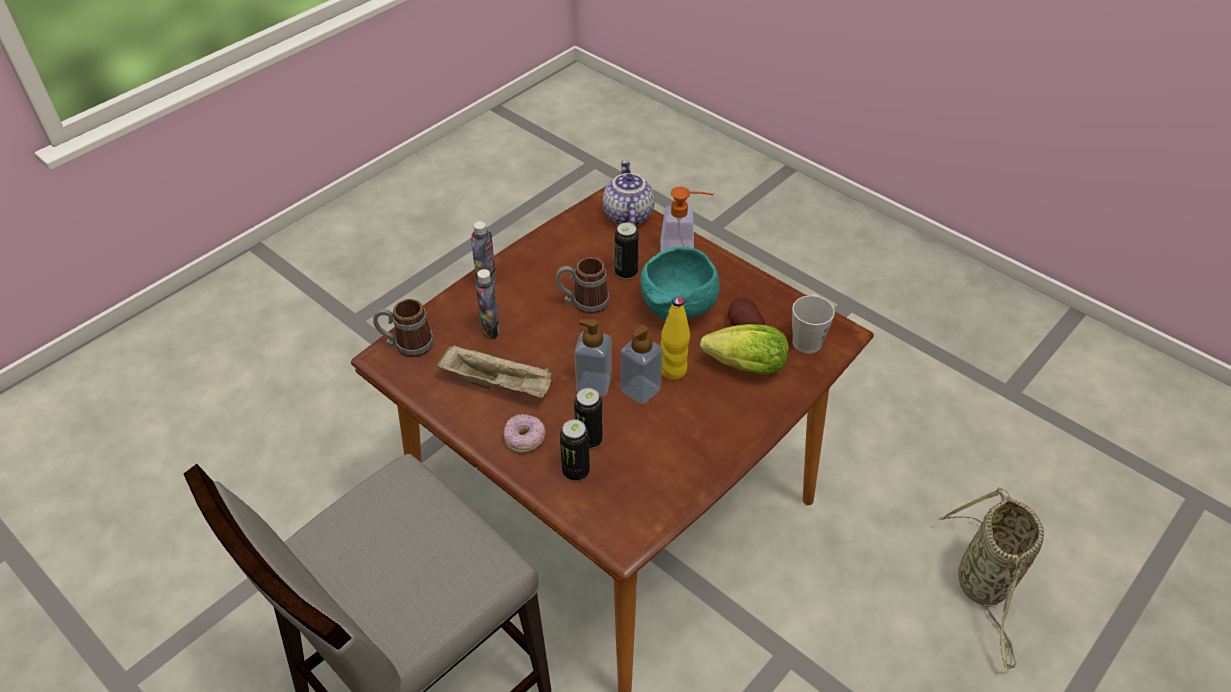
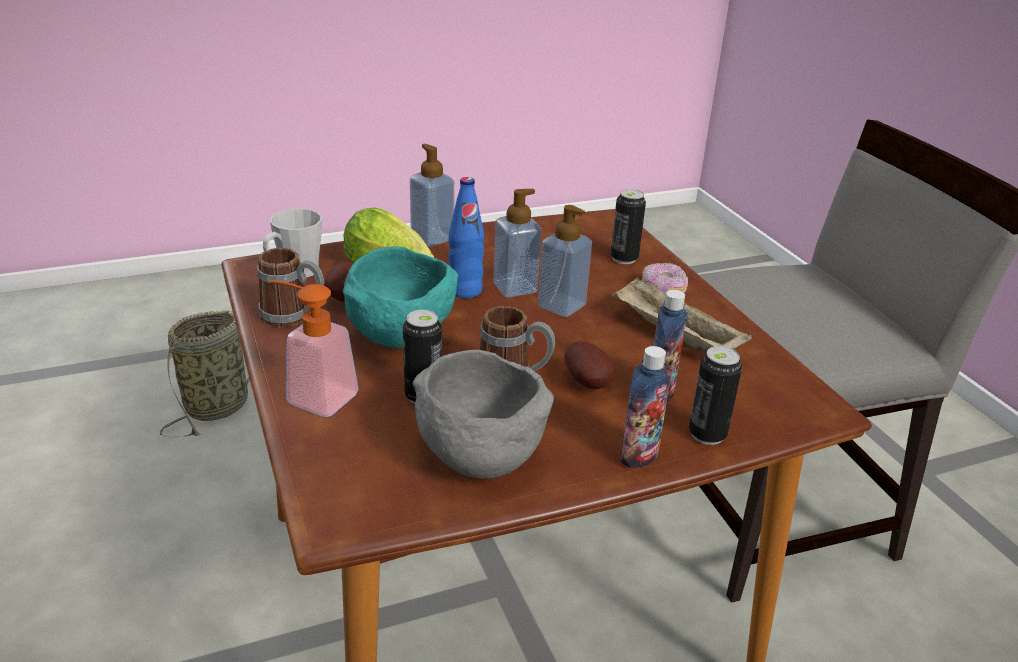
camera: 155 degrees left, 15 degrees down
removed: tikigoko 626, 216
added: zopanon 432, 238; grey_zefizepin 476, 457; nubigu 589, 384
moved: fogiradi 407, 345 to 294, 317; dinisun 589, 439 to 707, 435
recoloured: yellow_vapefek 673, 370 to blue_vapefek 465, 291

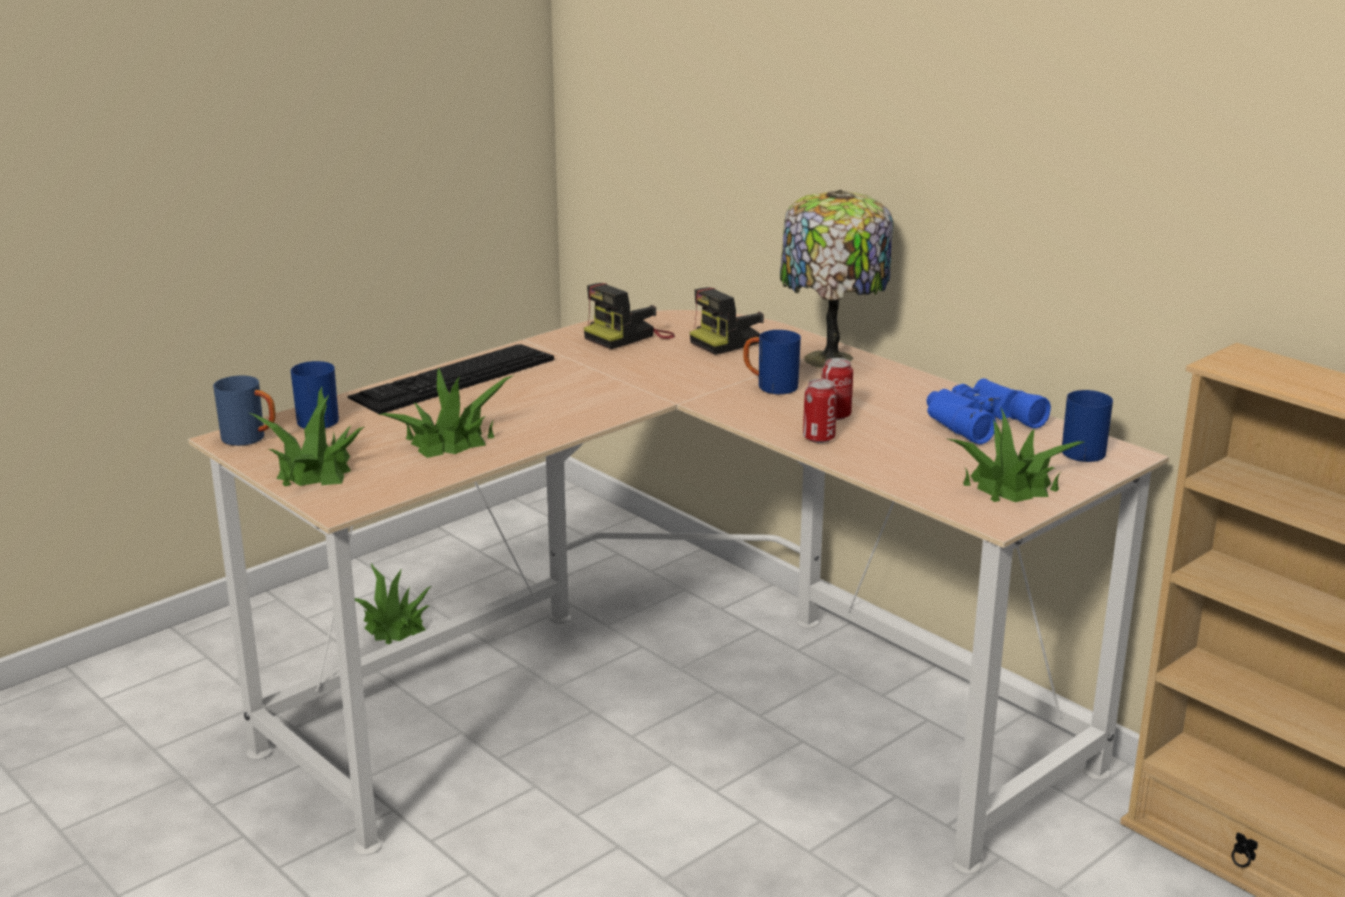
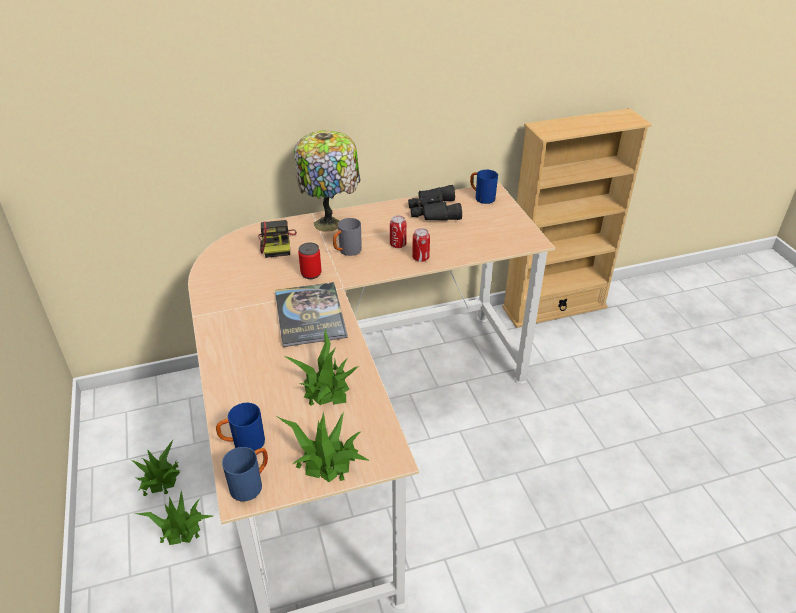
camera: 65 degrees left, 15 degrees up
removed: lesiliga 453, 378; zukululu 628, 336
added: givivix 310, 315; dinisun 311, 273
moved: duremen 1010, 484 to 159, 479
recoloured: blue_fogiradi 770, 386 to grey_fogiradi 347, 252; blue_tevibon 976, 420 to black_tevibon 433, 211

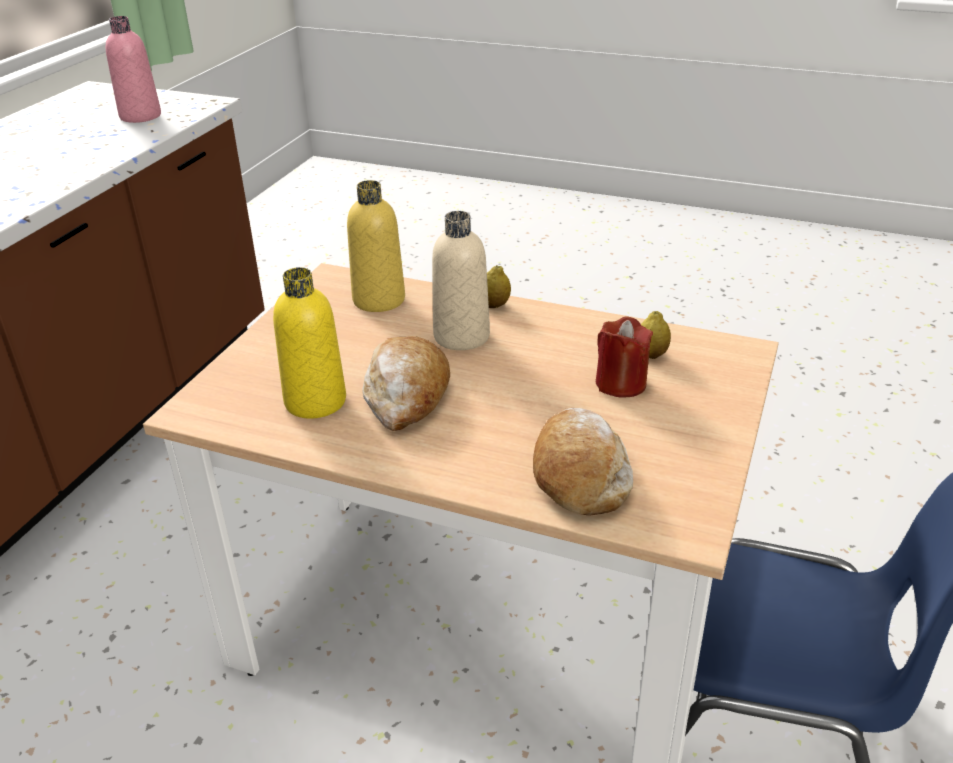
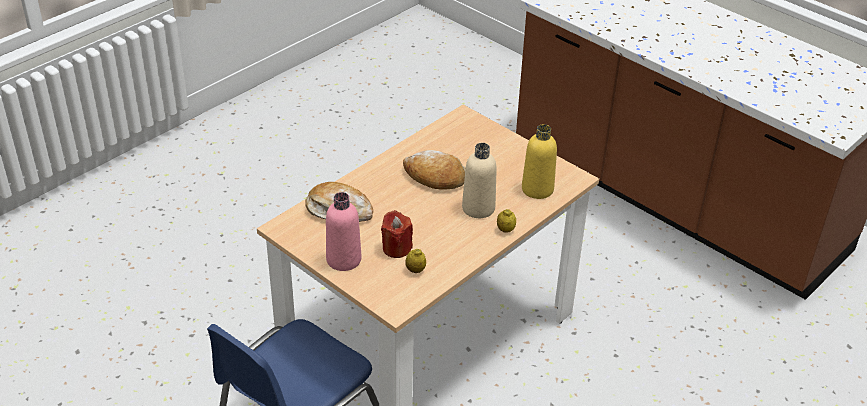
camera: 110 degrees right, 5 degrees up
removed: yellow_vapefek 315, 401
moved: pink_vapefek 140, 116 to 343, 259

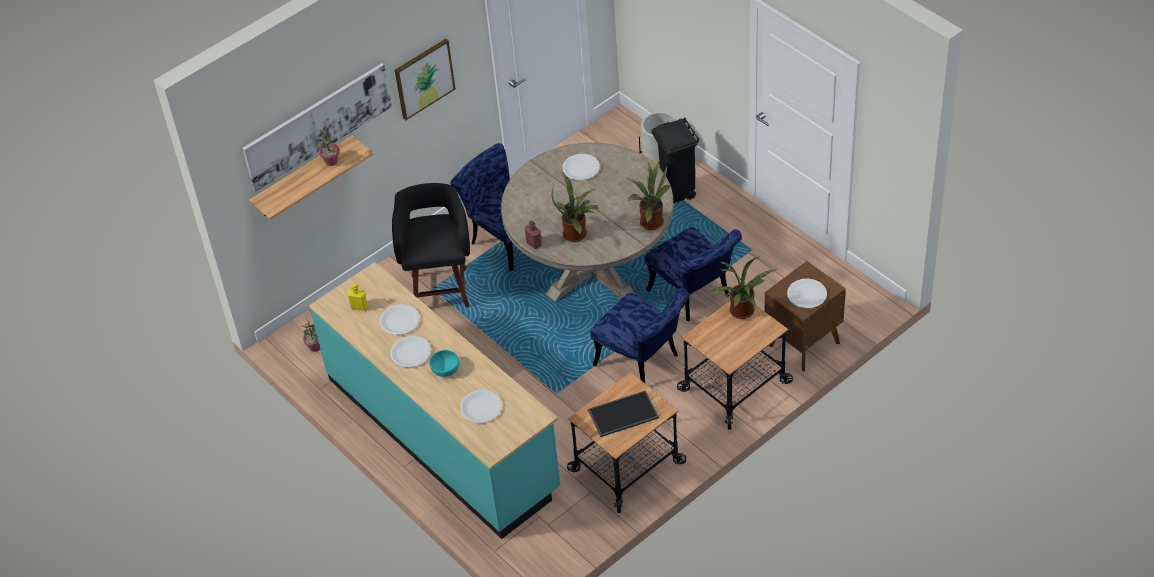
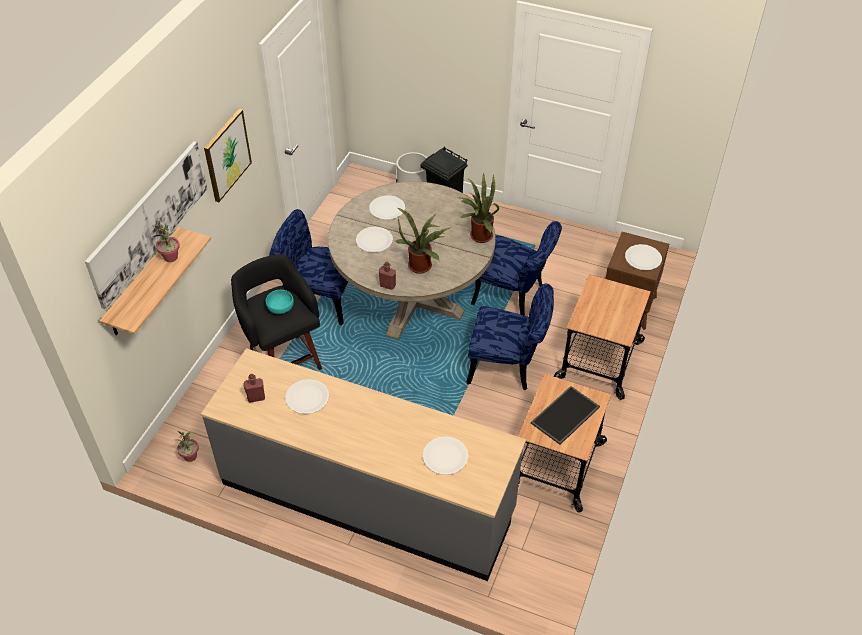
camera: 30 degrees left, 0 degrees up
removed: duremen 742, 313
moved: turquoise_zefizepin 445, 369 to 280, 308; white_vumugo 410, 353 to 374, 240
recoloured: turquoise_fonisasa 443, 433 to grey_fonisasa 367, 497; yellow_vapefek 359, 307 to red_vapefek 256, 397

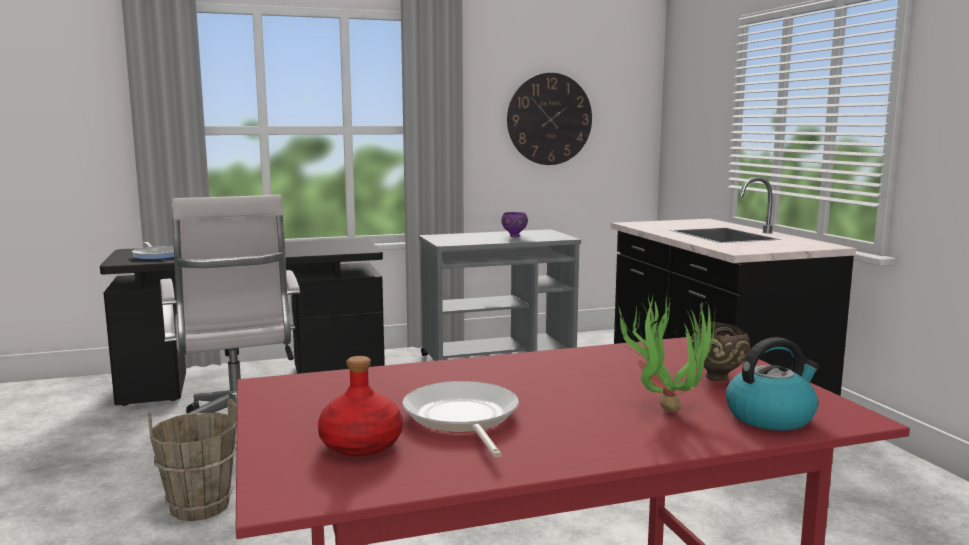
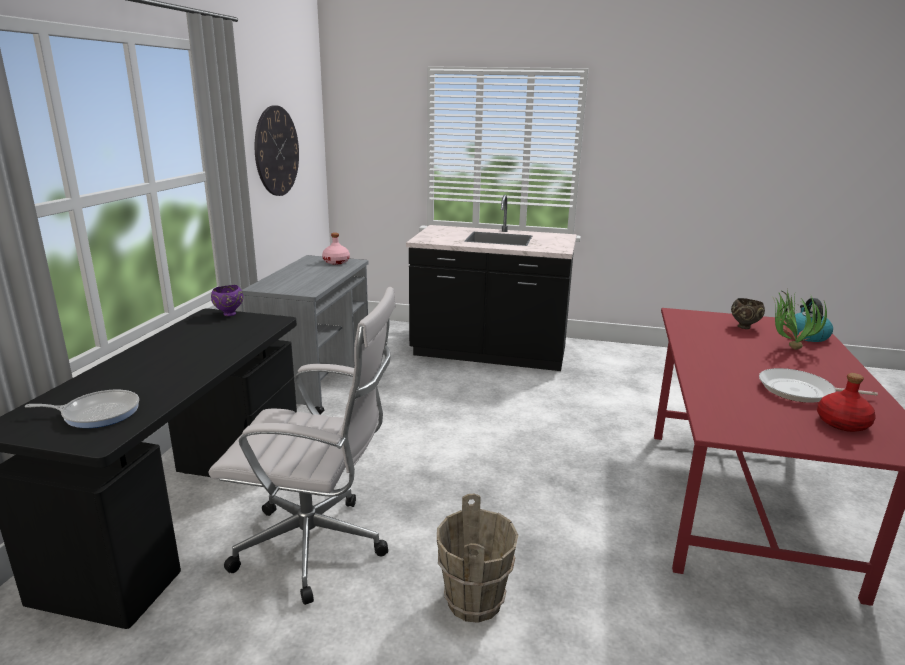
camera: 60 degrees left, 10 degrees up
added: pink_vapefek 336, 262
moved: purple_zefizepin 513, 236 to 229, 314

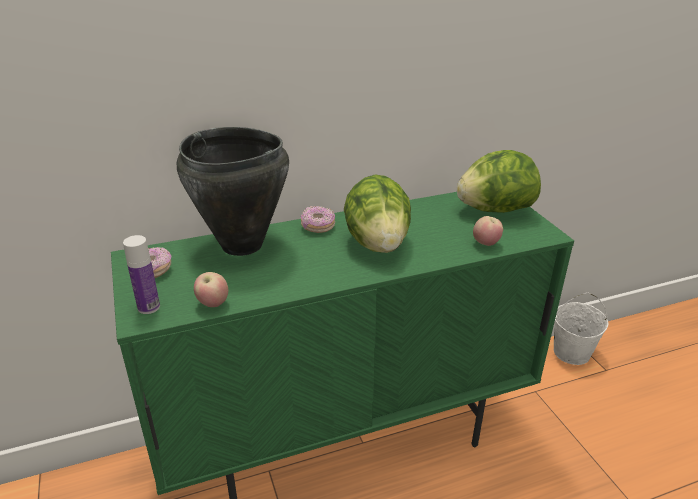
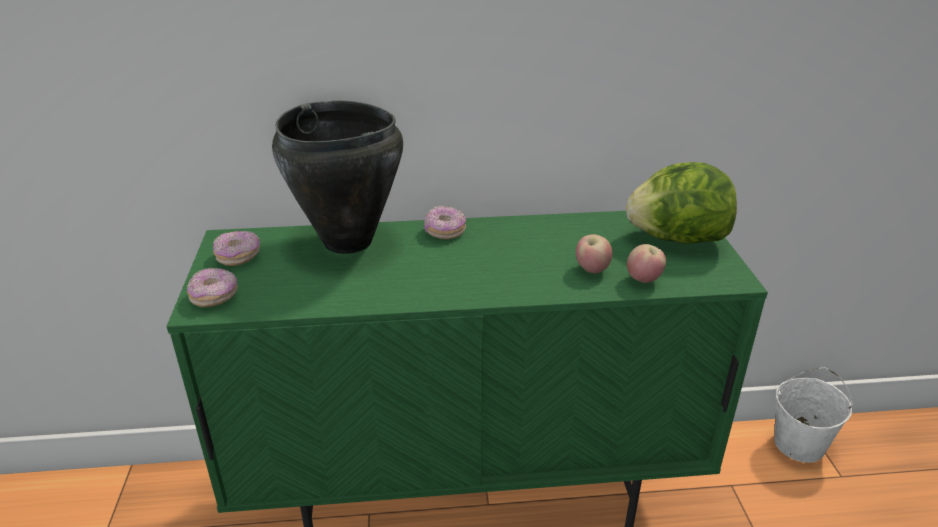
camera: 15 degrees right, 0 degrees up
removed: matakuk 377, 243
moved: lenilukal 213, 304 to 592, 270
replaced: vapefek 149, 307 to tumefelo 214, 297

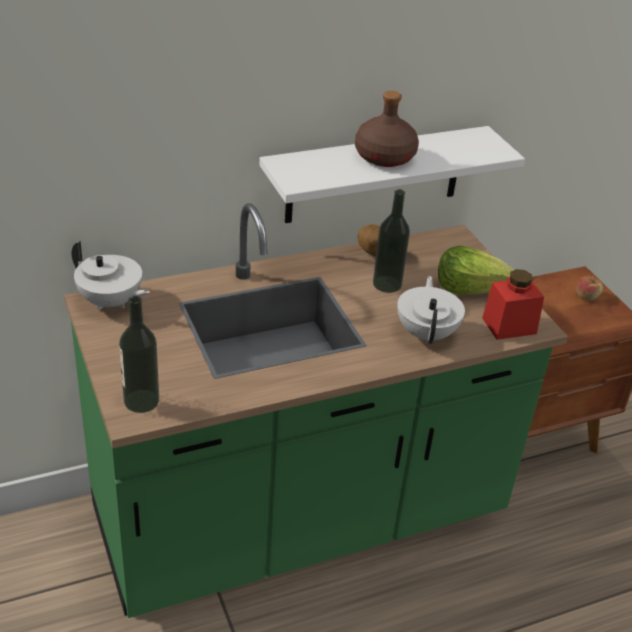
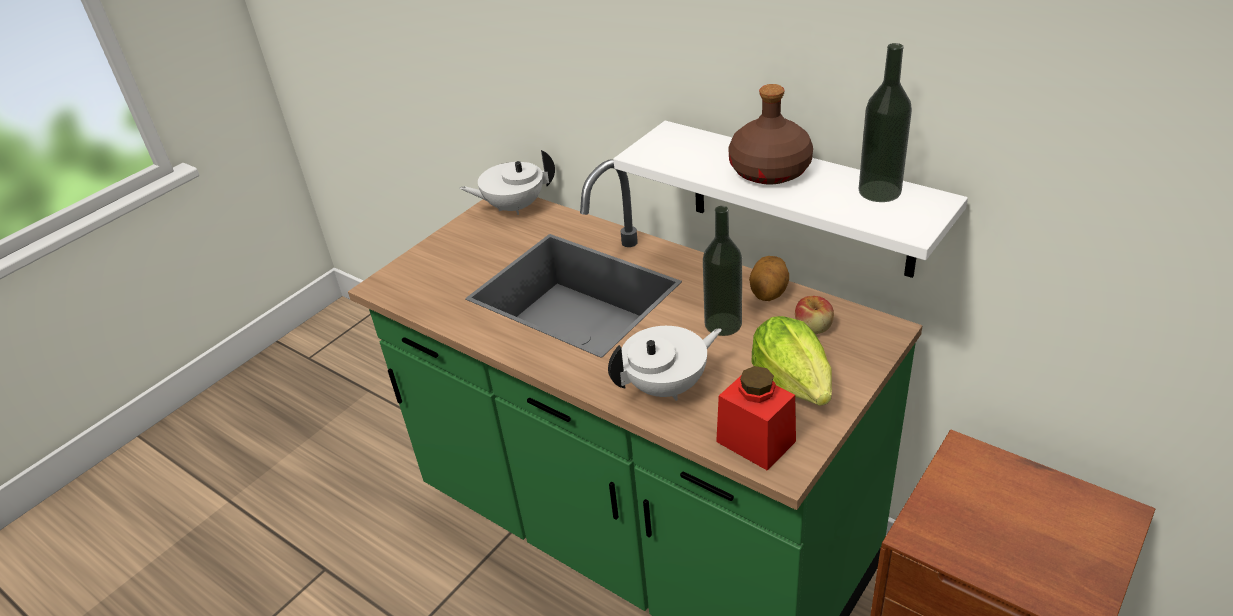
camera: 65 degrees right, 0 degrees up
moved: lenilukal 587, 296 to 813, 328; vapefek 141, 401 to 879, 191
turned: white_tikigoko 111, 302 = 514, 207 75 degrees clockwise

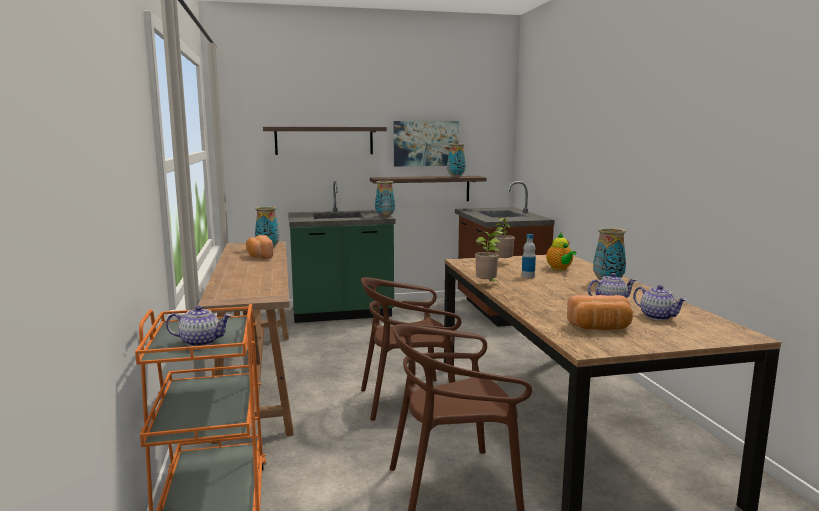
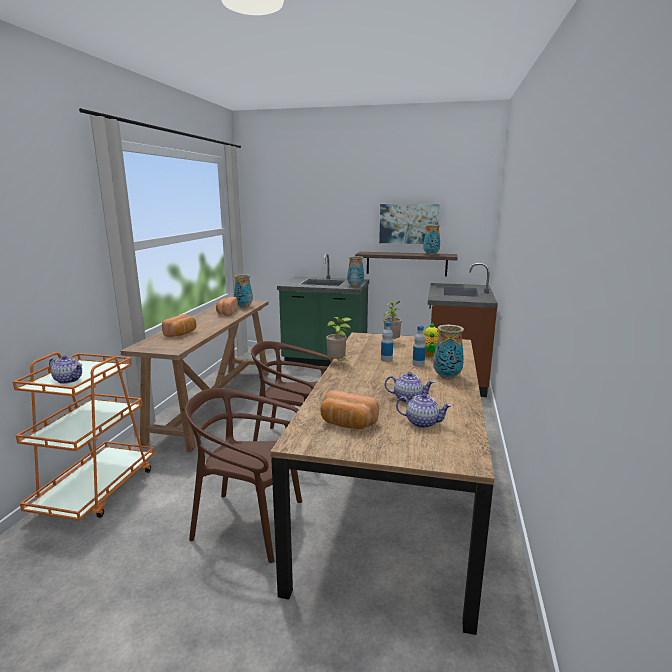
camera: 25 degrees right, 5 degrees up
removed: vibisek 324, 140
added: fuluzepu 182, 334; vapefek 418, 364
turned: tikigoko 658, 316 = 422, 423 60 degrees counterclockwise

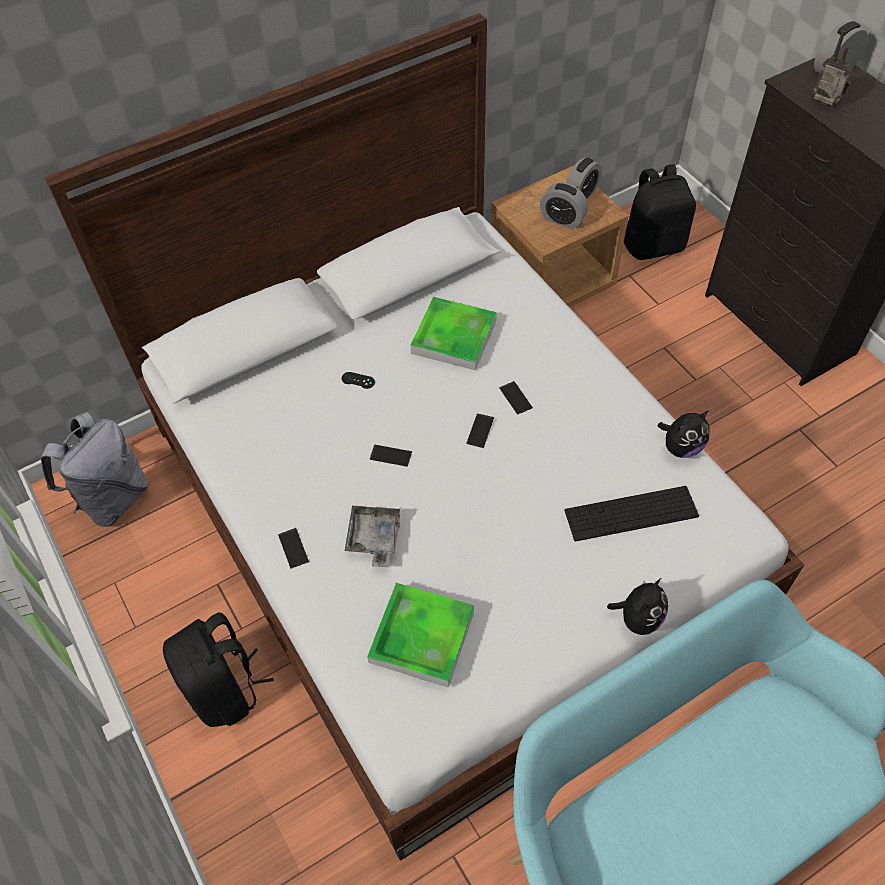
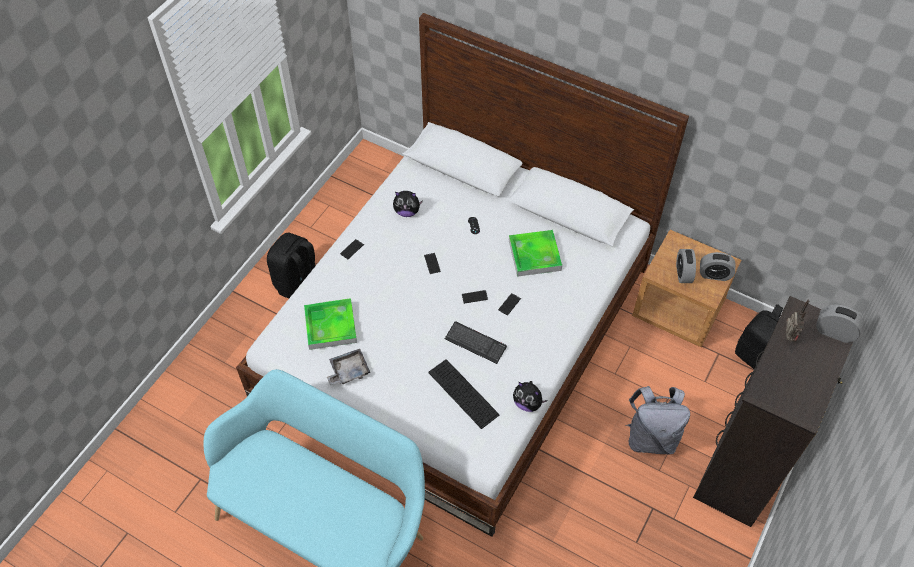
camera: 60 degrees right, 0 degrees up
added: lesiliga 475, 343
moved: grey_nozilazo 374, 539 to 348, 371; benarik 638, 618 to 407, 212; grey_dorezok 112, 498 to 651, 437

